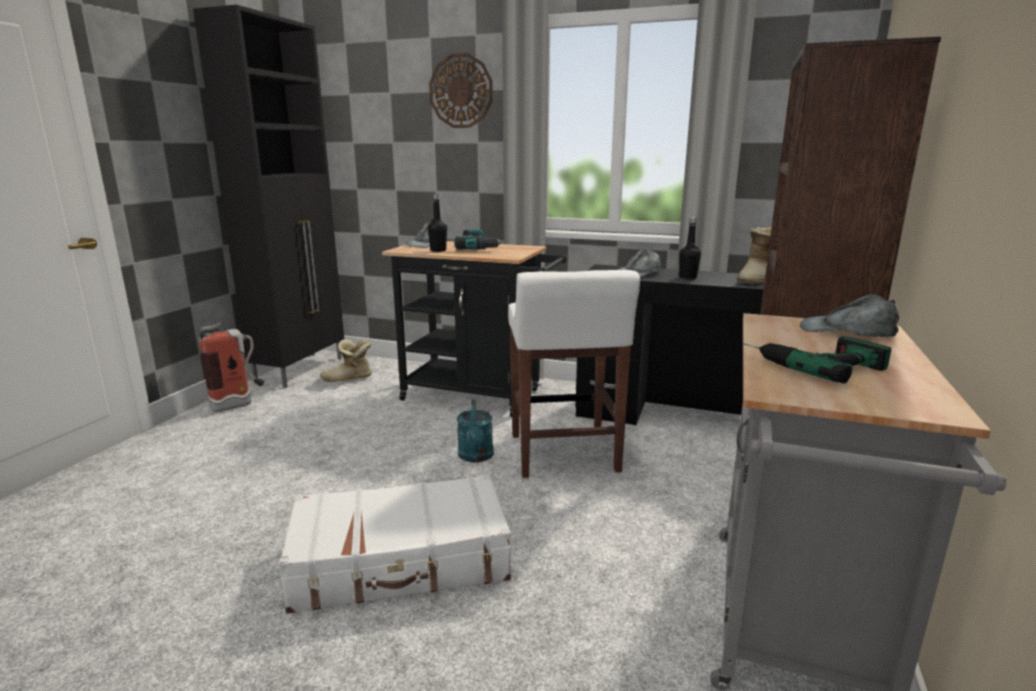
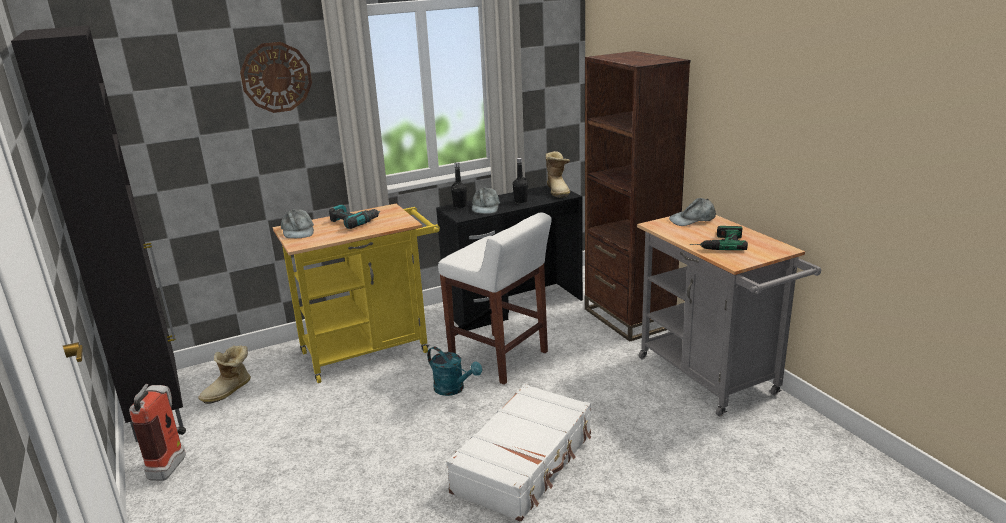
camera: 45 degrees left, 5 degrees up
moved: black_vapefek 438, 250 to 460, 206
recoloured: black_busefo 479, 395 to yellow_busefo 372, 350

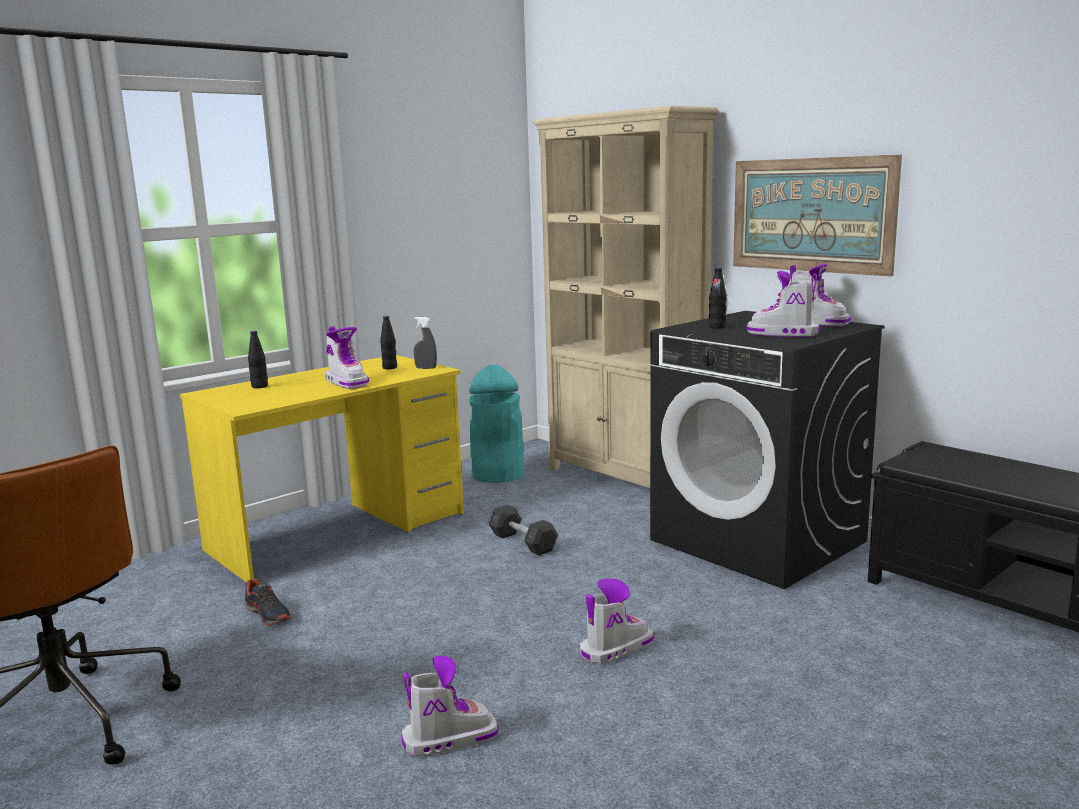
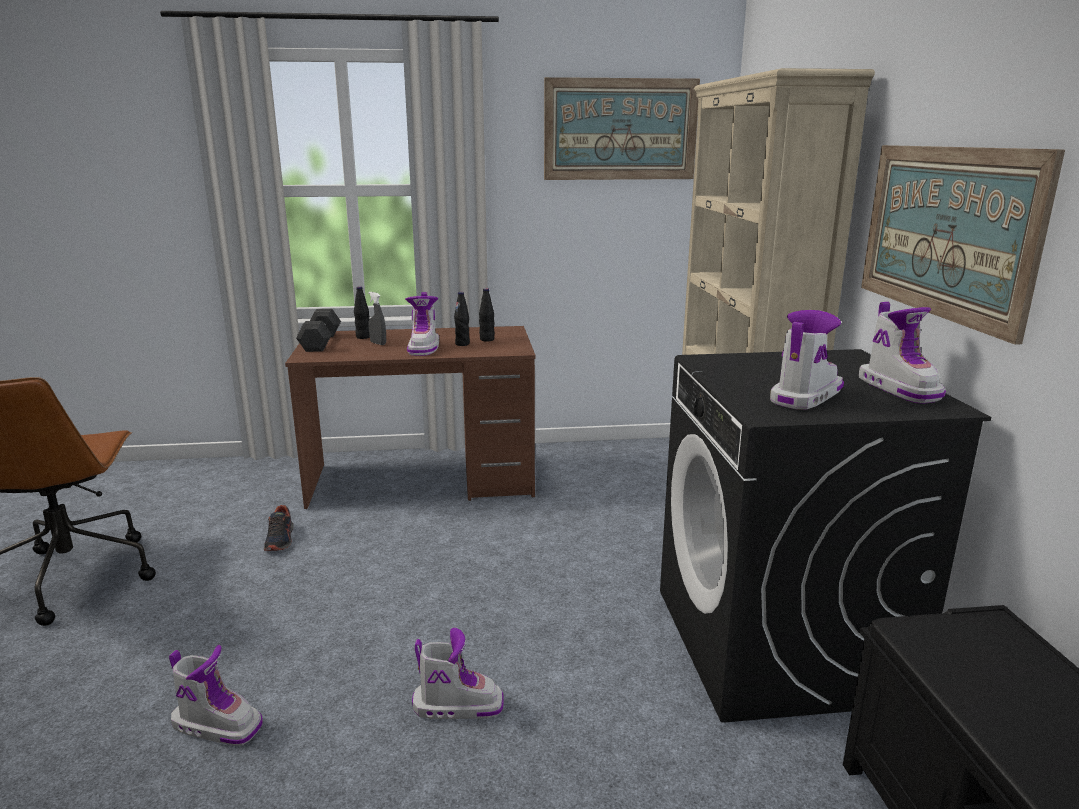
camera: 35 degrees right, 5 degrees up
removed: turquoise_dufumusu 498, 474
added: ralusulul 620, 129
moved: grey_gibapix 523, 542 to 320, 342; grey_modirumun 426, 368 to 378, 343; black_vapefek 717, 327 to 462, 344
recoloured: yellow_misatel 339, 532 to brown_misatel 423, 481
turned: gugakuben 782, 334 = 805, 397 75 degrees clockwise

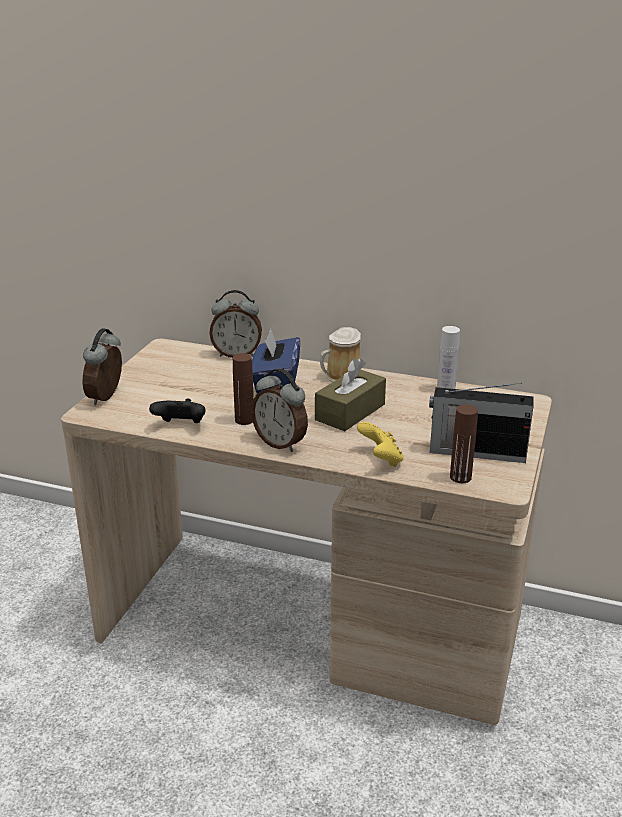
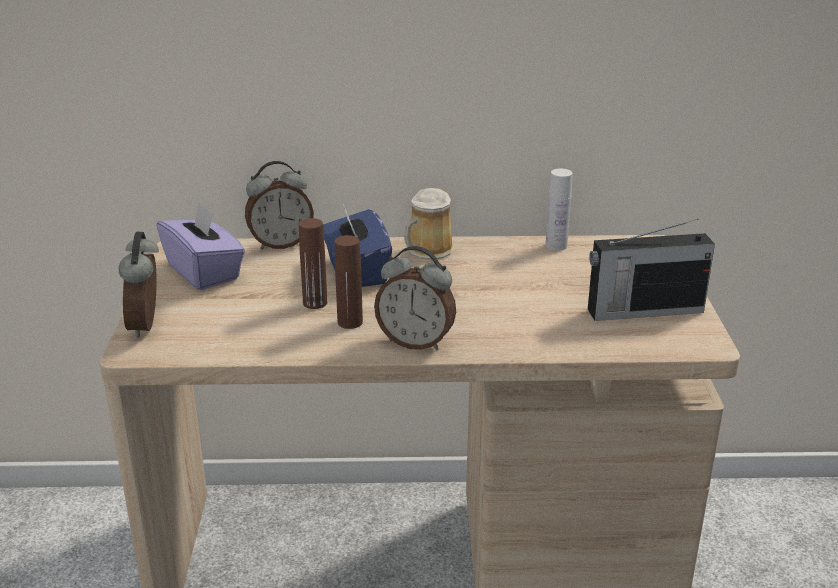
camera: 20 degrees left, 0 degrees up
removed: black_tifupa 181, 426; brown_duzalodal 350, 412; yellow_tifupa 381, 460
added: purple_duzalodal 204, 272
moved: brown_vapefek 460, 477 to 315, 303

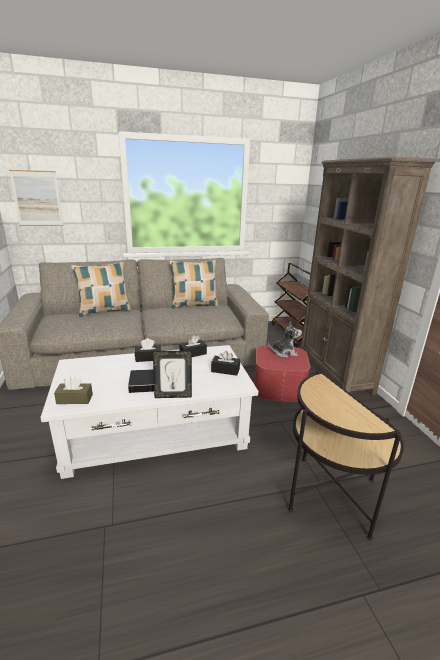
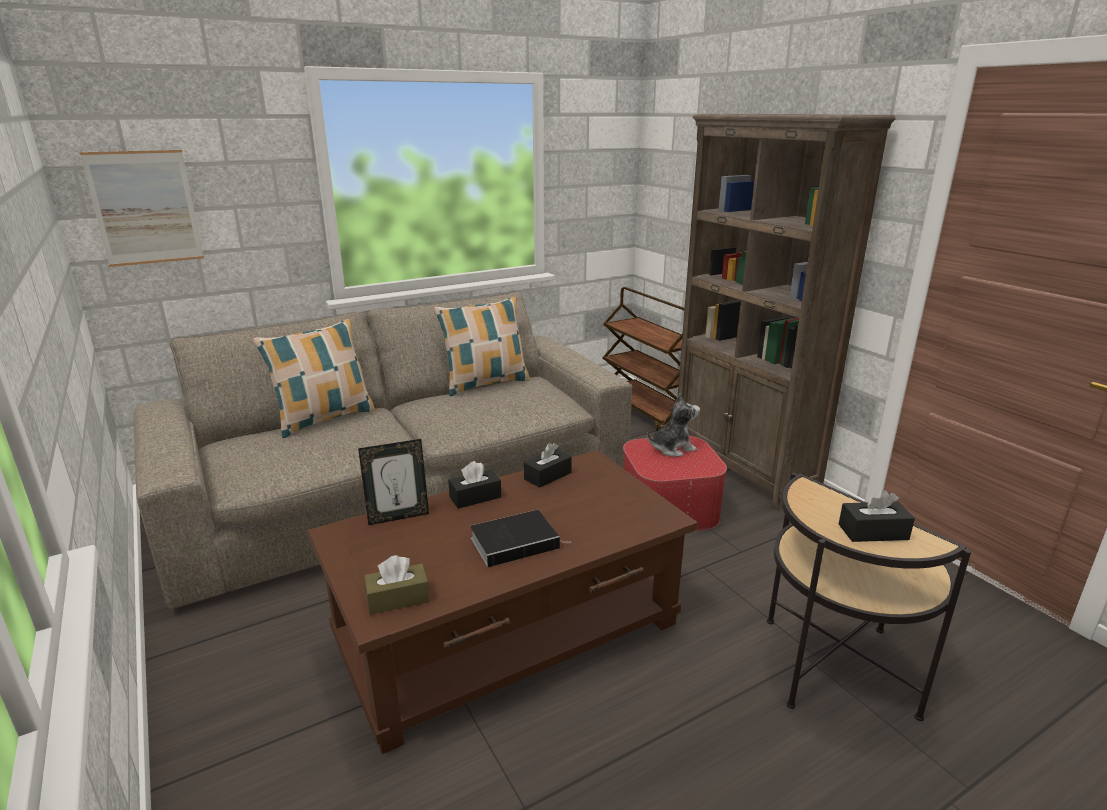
camera: 15 degrees left, 0 degrees up
moved: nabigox 173, 396 to 398, 517; black_duzalodal 225, 370 to 873, 532
recoloured: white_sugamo 156, 433 to brown_sugamo 509, 631

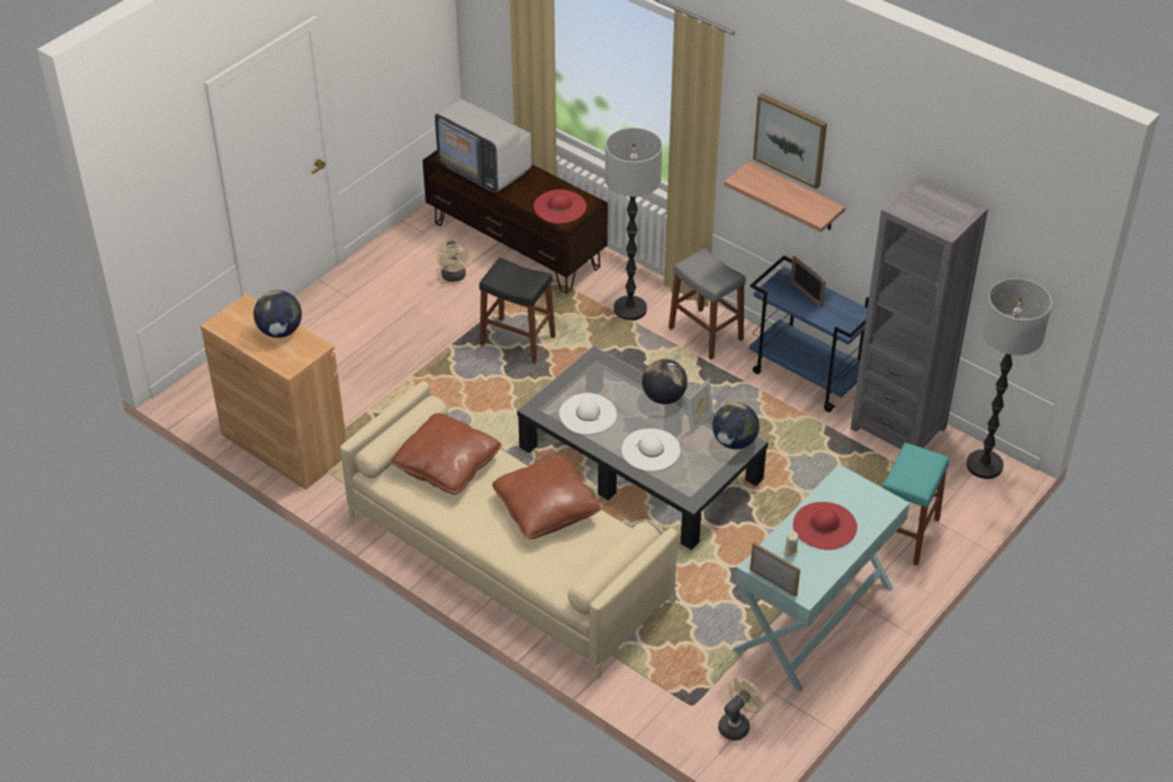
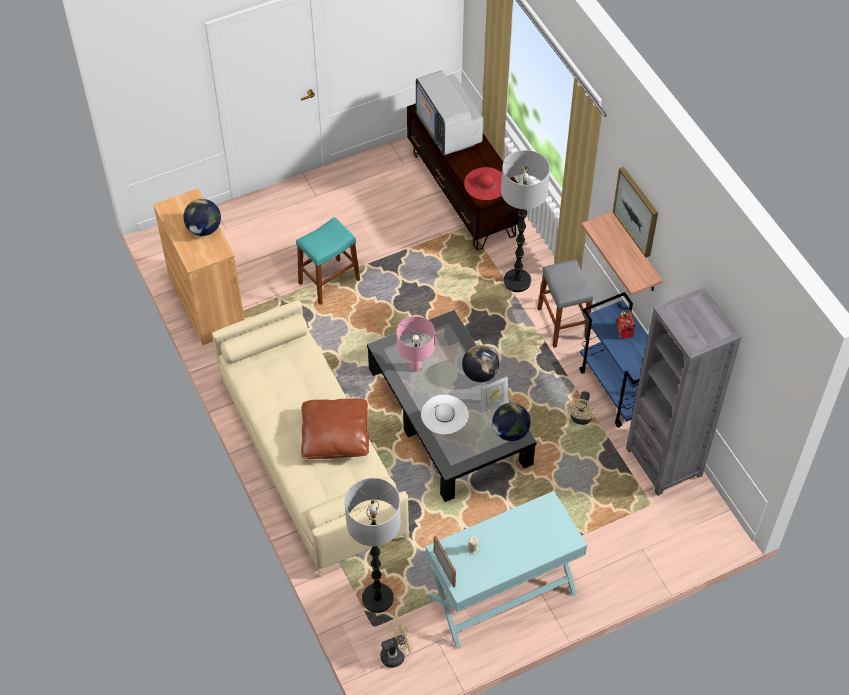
camera: 25 degrees right, 10 degrees up
removed: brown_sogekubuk 447, 465; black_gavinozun 517, 341; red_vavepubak 824, 526
moved: turquoise_gavinozun 905, 534 to 329, 281; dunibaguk 984, 465 to 377, 598; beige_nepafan 454, 277 to 580, 419
replaced: white_vavepubak 587, 414 to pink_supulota 415, 366; nabigox 806, 294 to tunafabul 624, 331

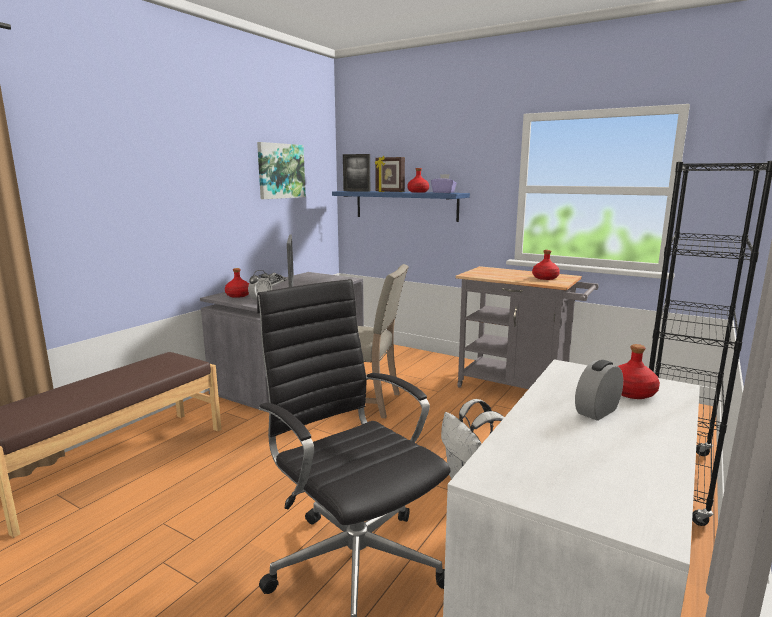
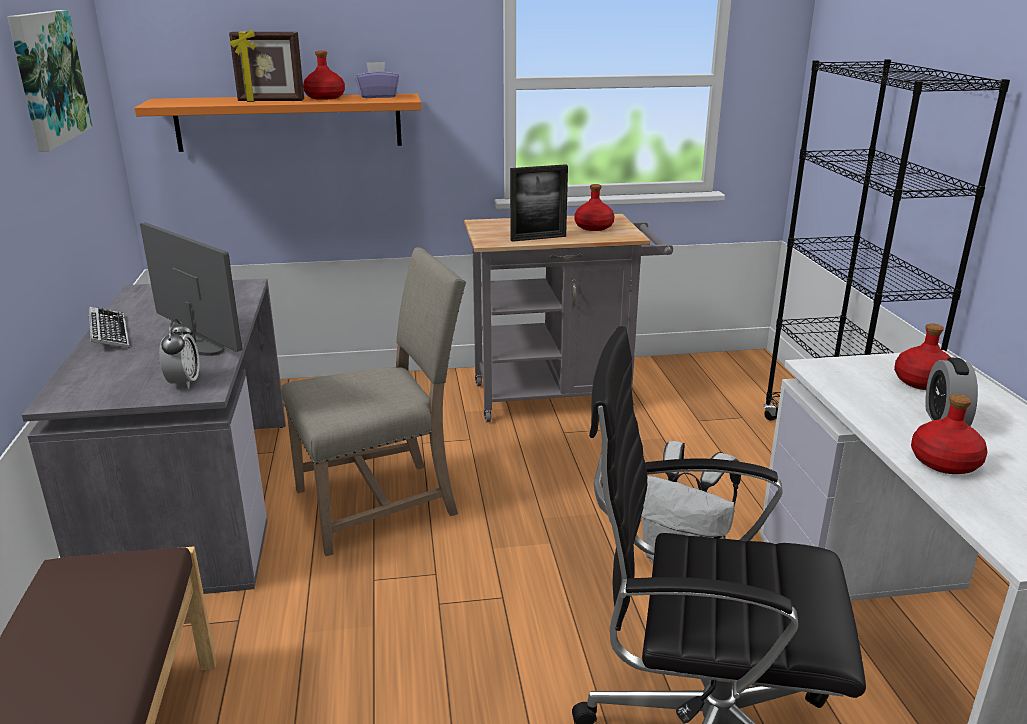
camera: 40 degrees left, 10 degrees up
moved: nabigox 356, 191 to 538, 238; red_vapefek 238, 295 to 944, 462
recoloured: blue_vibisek 405, 205 to orange_vibisek 289, 122

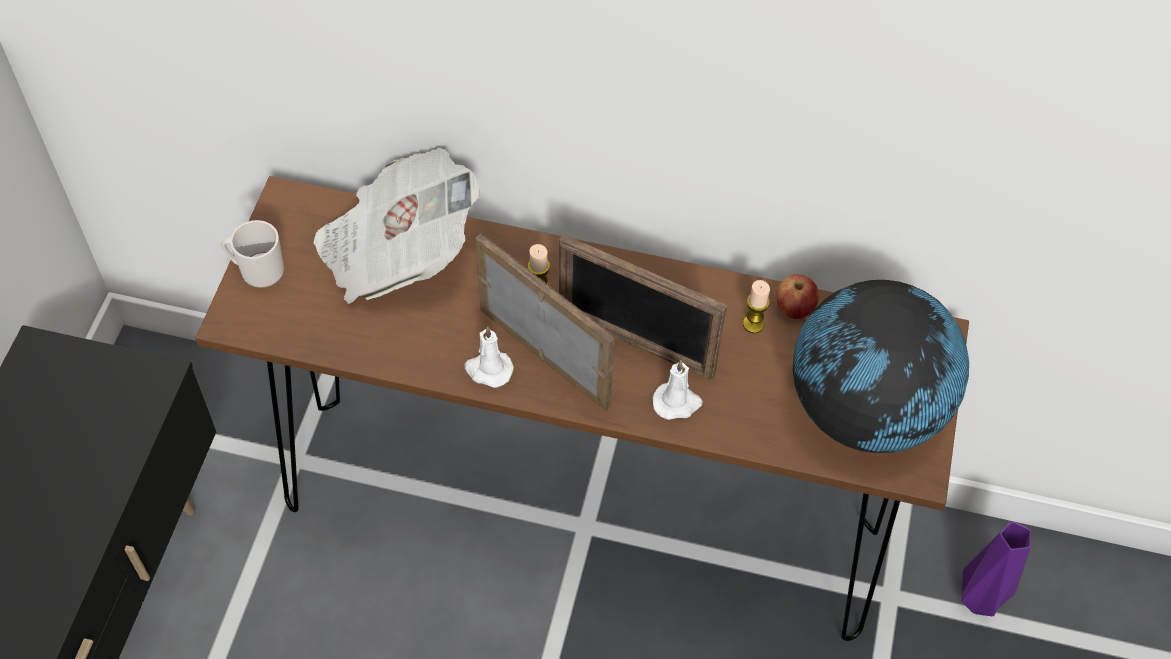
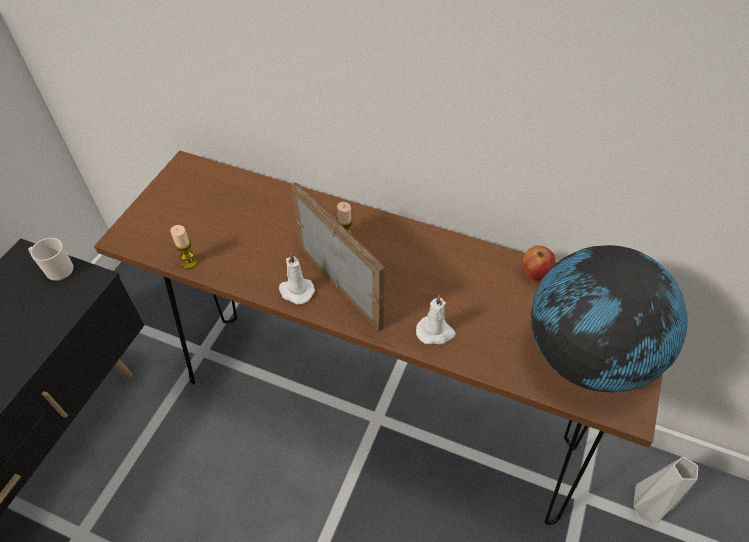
camera: 10 degrees right, 5 degrees down
removed: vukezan 397, 251; nabigox 635, 343
moved: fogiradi 257, 271 to 57, 270; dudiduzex 753, 324 to 189, 262
recoloured: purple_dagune 977, 600 to grey_dagune 644, 507

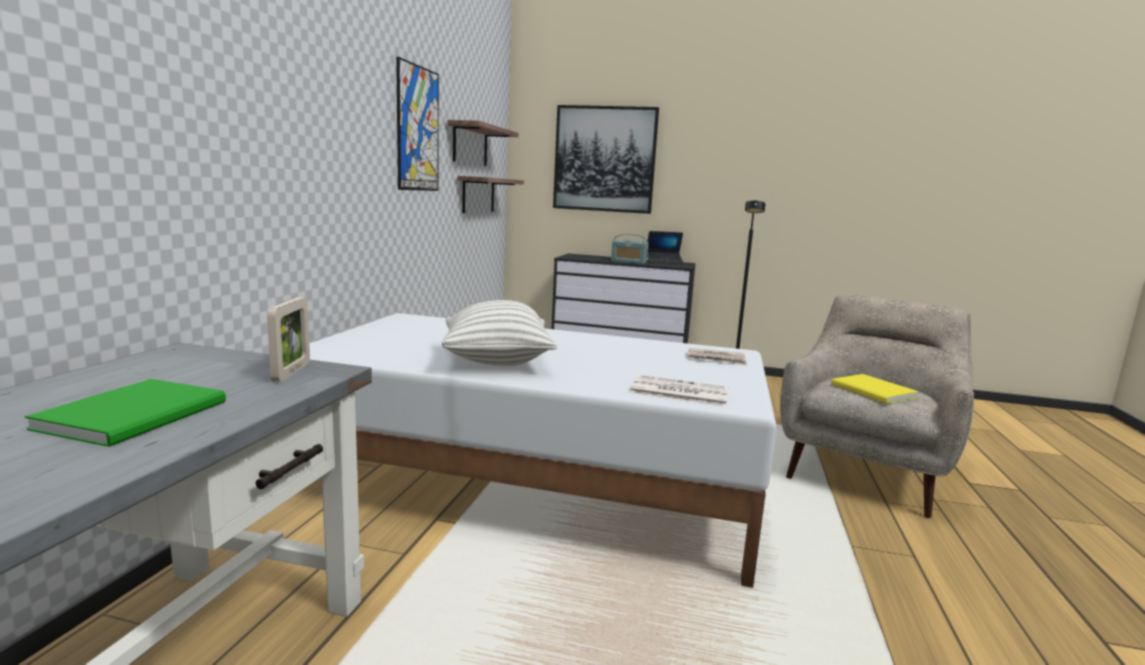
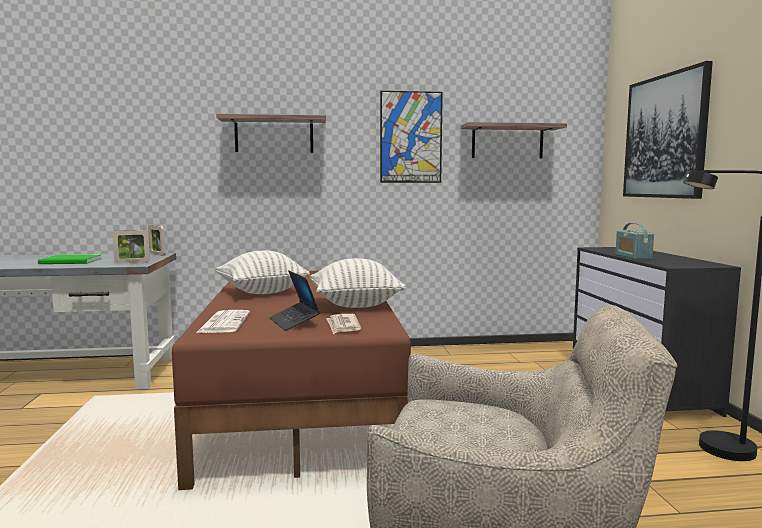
camera: 70 degrees right, 5 degrees down
removed: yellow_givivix 874, 391
added: nabigox 157, 254; sogekubuk 355, 305
moved: vibisek 478, 195 to 274, 135; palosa 664, 262 to 294, 322
recoloured: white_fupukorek 531, 483 to brown_fupukorek 303, 398

